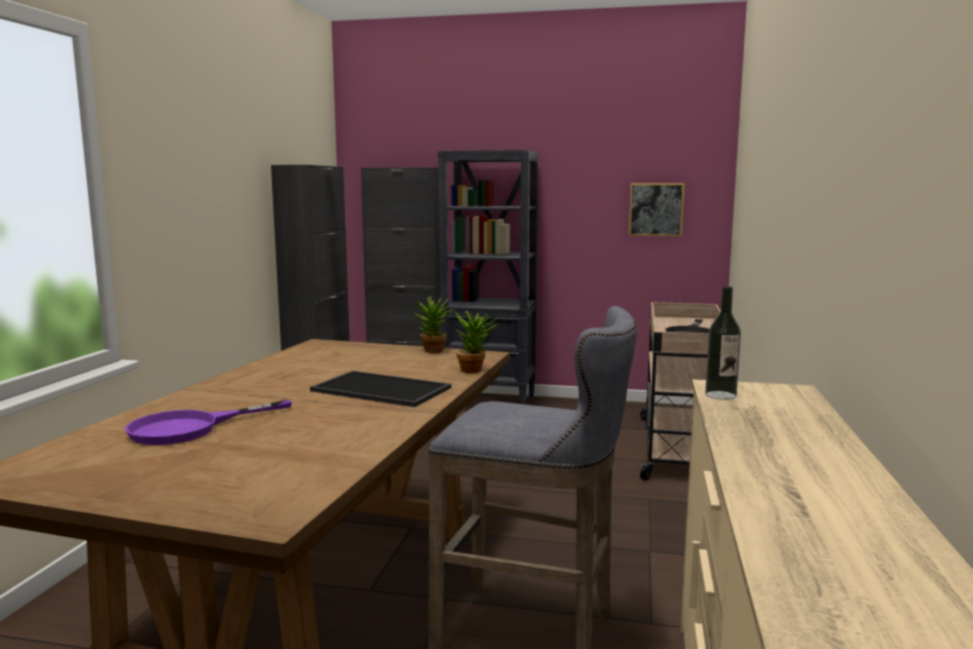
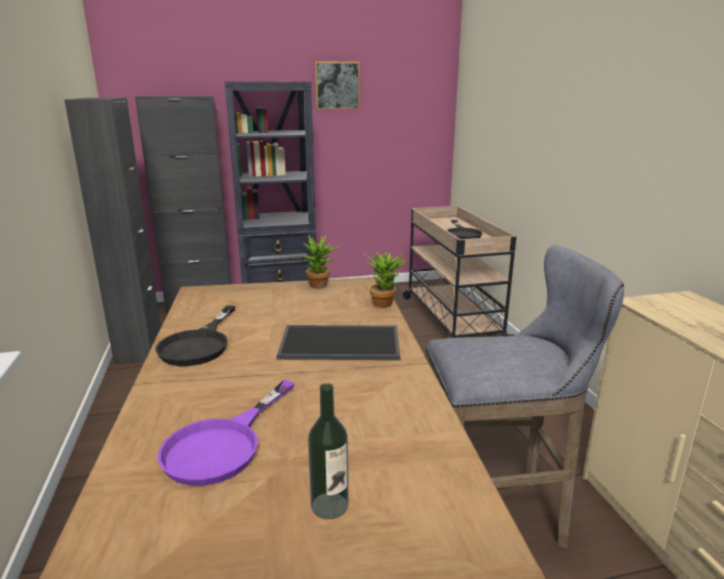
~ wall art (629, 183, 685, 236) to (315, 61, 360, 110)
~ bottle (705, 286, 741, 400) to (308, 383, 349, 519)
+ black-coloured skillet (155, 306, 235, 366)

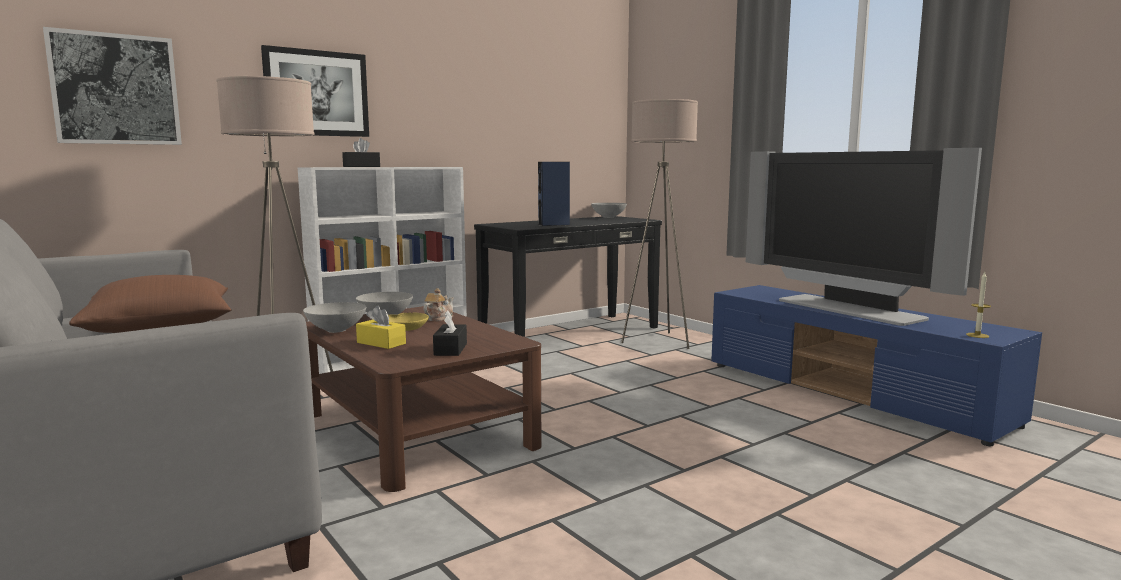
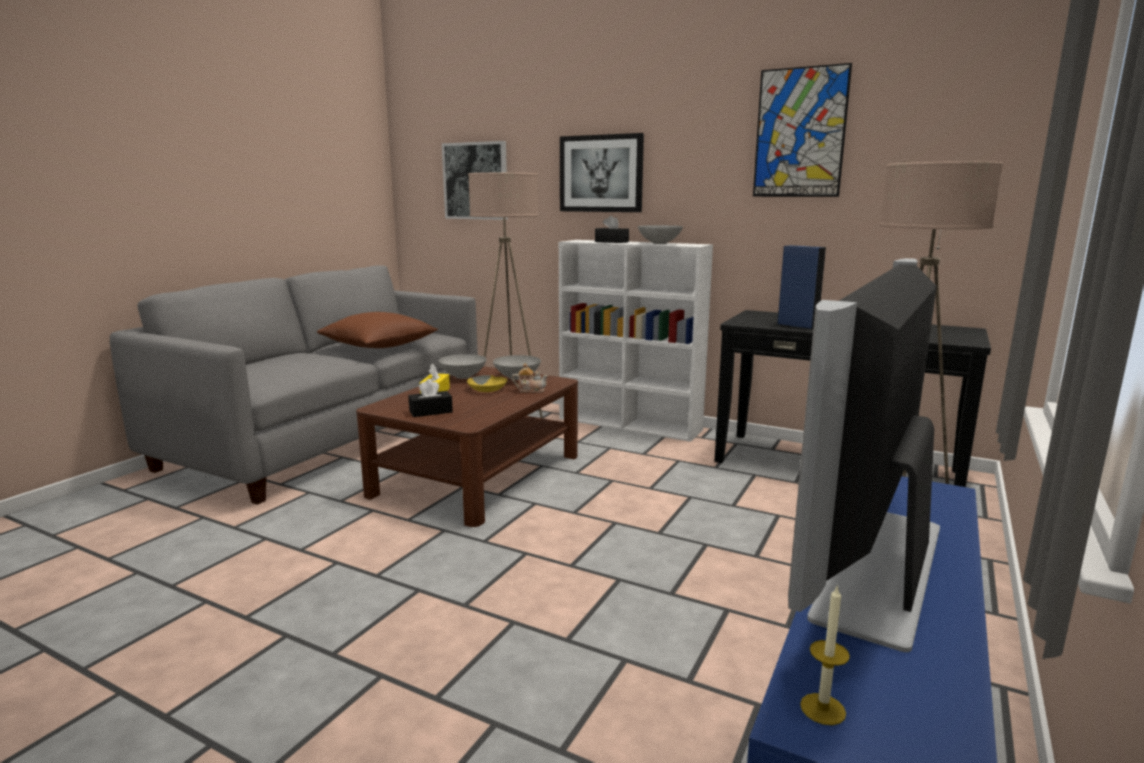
~ greyish deep dish (591, 203, 627, 218) to (638, 225, 683, 244)
+ wall art (753, 63, 852, 197)

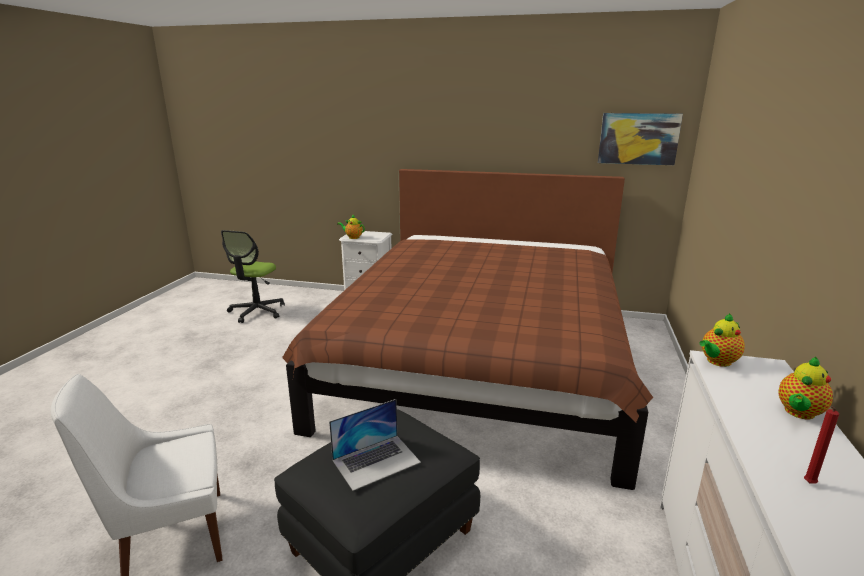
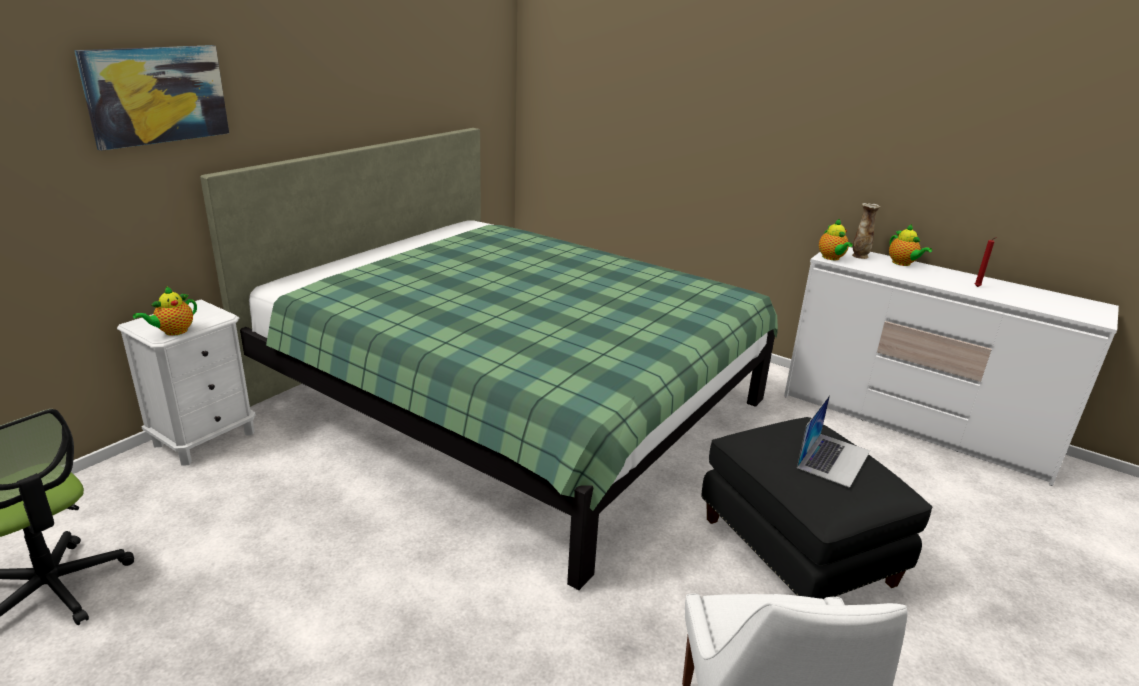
~ wall art (598, 113, 683, 165) to (74, 45, 229, 151)
~ brown bed (282, 169, 653, 490) to green-coloured bed (200, 128, 778, 590)
~ laptop (329, 399, 421, 491) = (797, 395, 870, 488) 45 degrees clockwise
+ flower vase (852, 203, 880, 259)

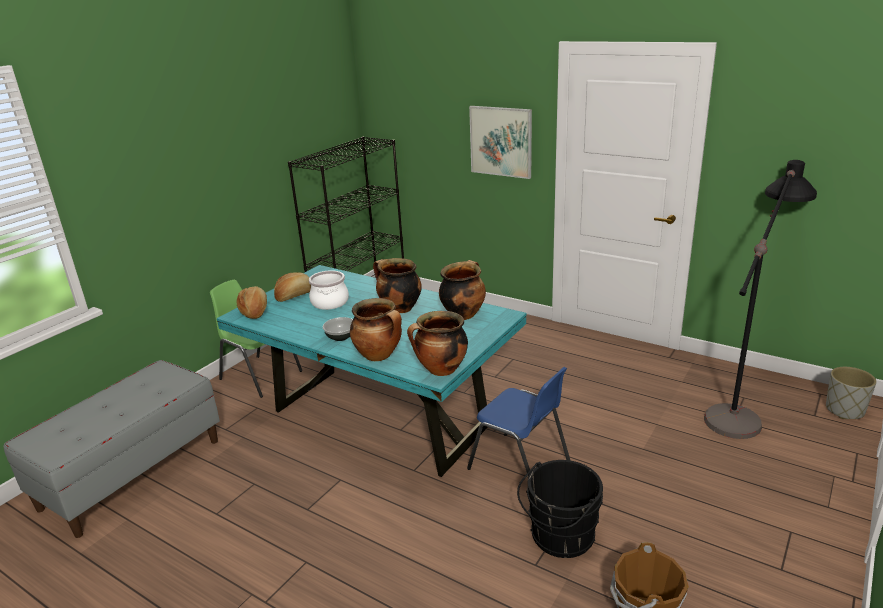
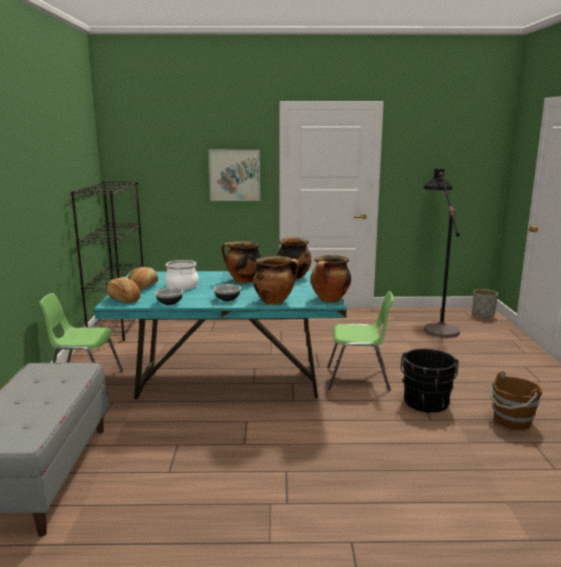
~ blue-coloured plain chair (467, 367, 570, 477) to green-coloured plain chair (327, 291, 394, 391)
+ deep dish (155, 288, 183, 305)

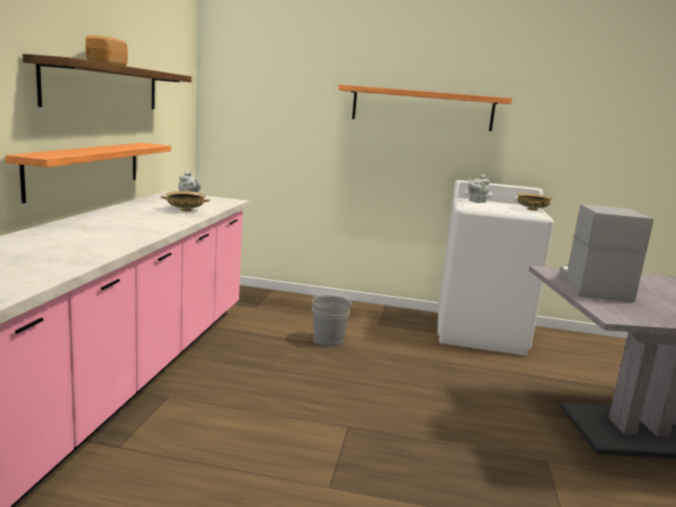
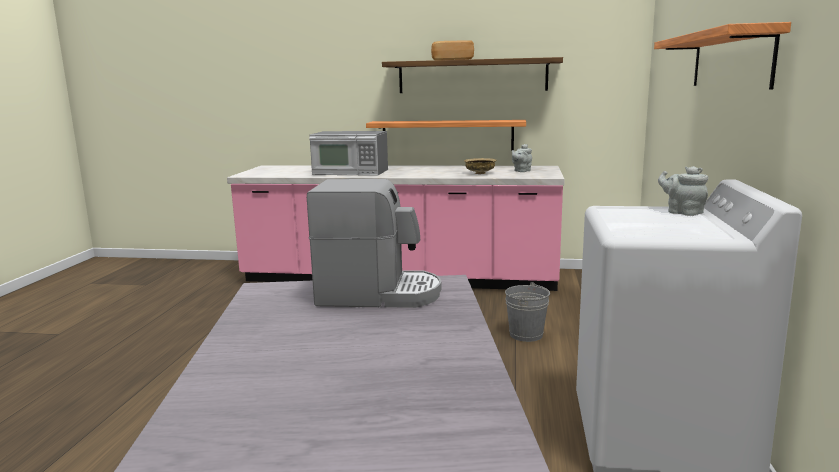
- sand-coloured deep dish (517, 193, 552, 211)
+ microwave oven (309, 131, 388, 176)

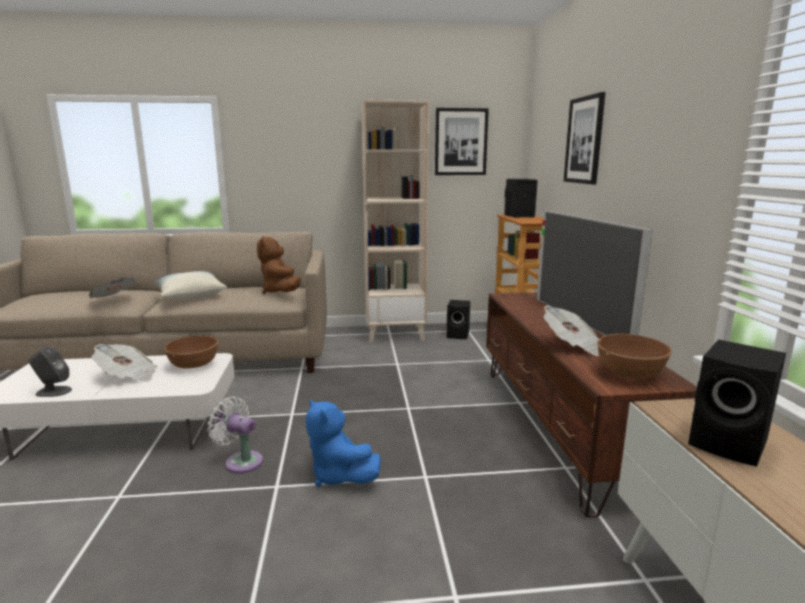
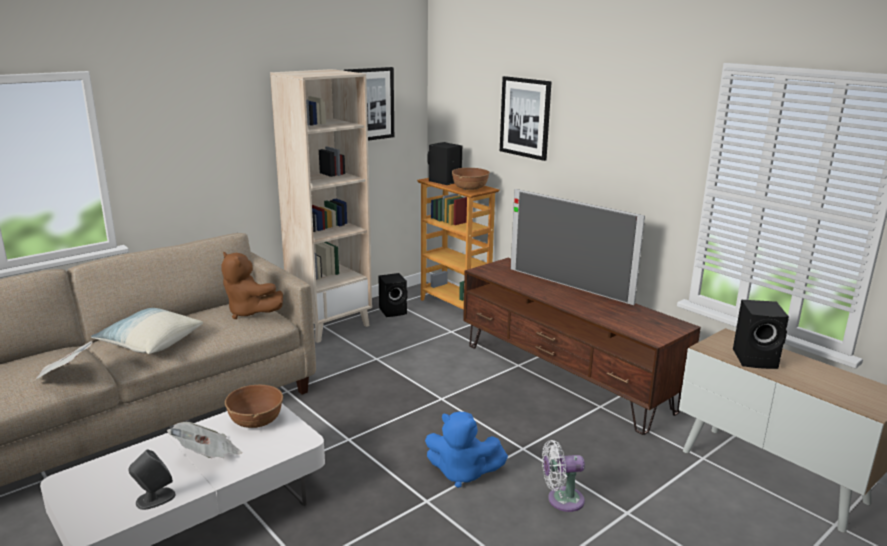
- printed paper (543, 306, 601, 356)
~ brown deep dish (597, 334, 672, 379) to (452, 168, 490, 190)
~ white-coloured cooling fan (207, 397, 263, 474) to (542, 440, 585, 512)

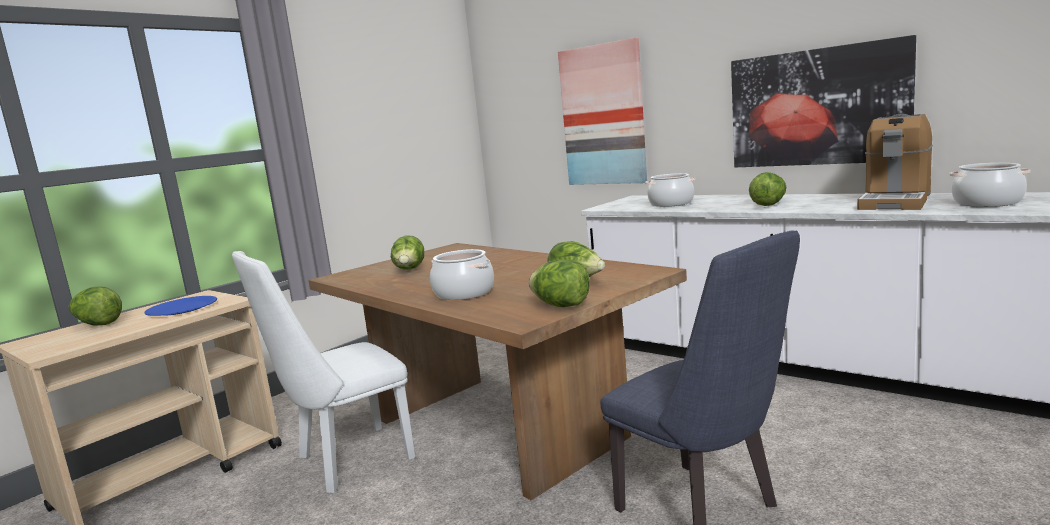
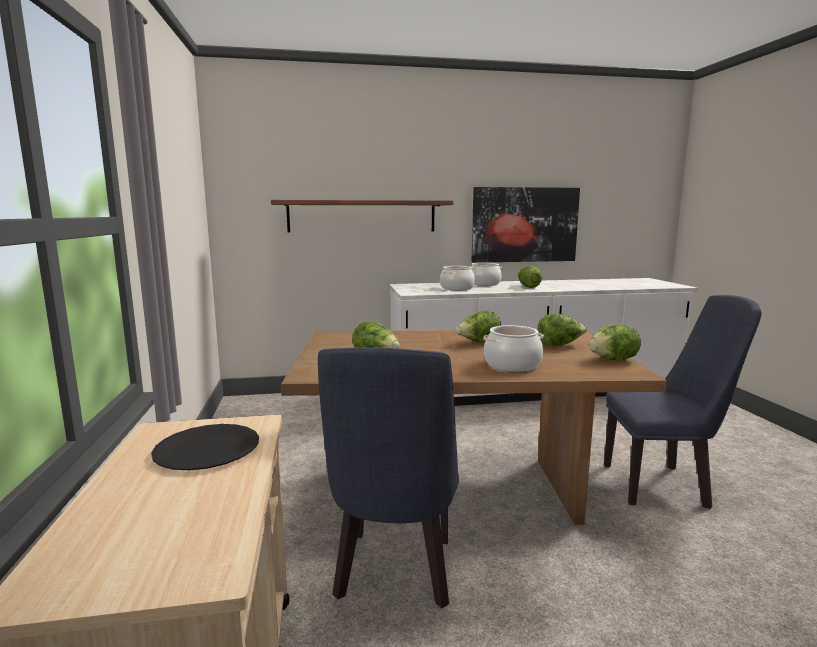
~ wall art (558, 37, 647, 185) to shelf (271, 200, 453, 232)
- coffee maker (857, 114, 933, 210)
~ saucepot (949, 163, 1031, 207) to (471, 263, 502, 286)
~ white-coloured plain chair (232, 251, 415, 493) to blue-coloured plain chair (318, 347, 459, 608)
~ lettuce (69, 287, 122, 326) to (456, 311, 501, 343)
~ blue-coloured plate (144, 296, 217, 316) to black-coloured plate (151, 424, 259, 470)

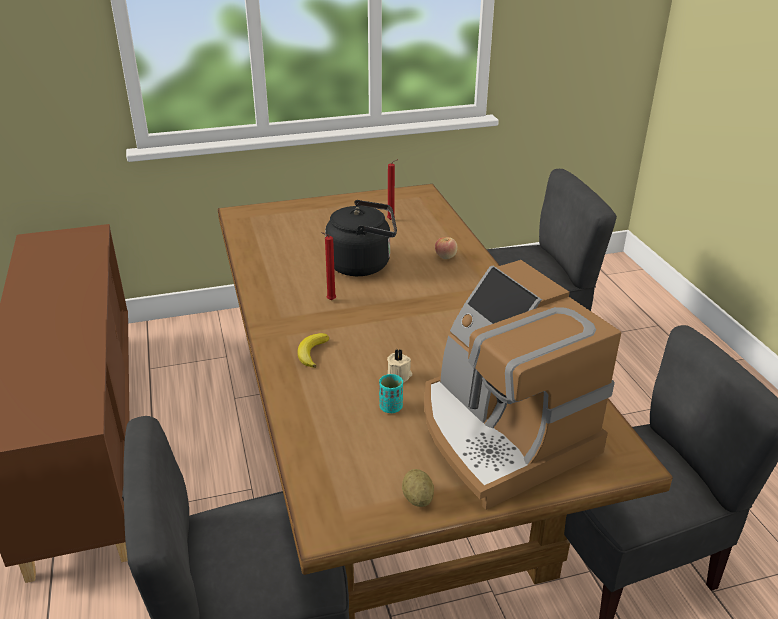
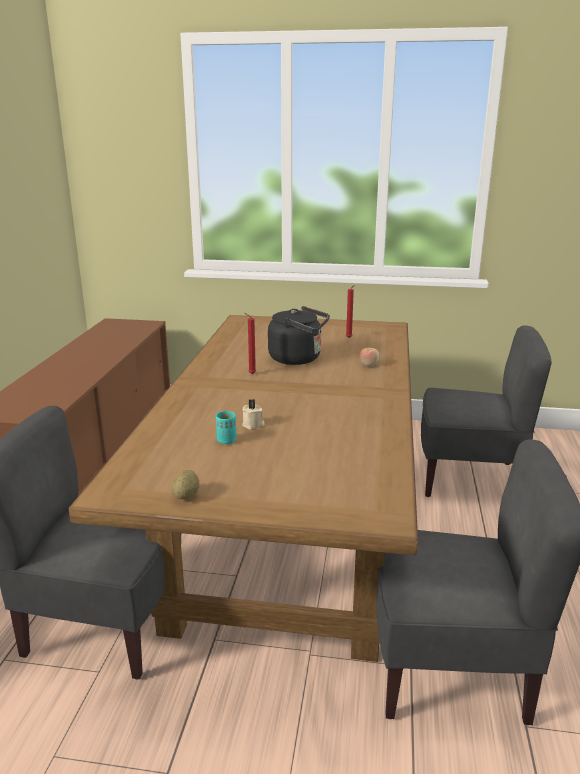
- coffee maker (424, 260, 621, 510)
- whole banana (297, 333, 329, 368)

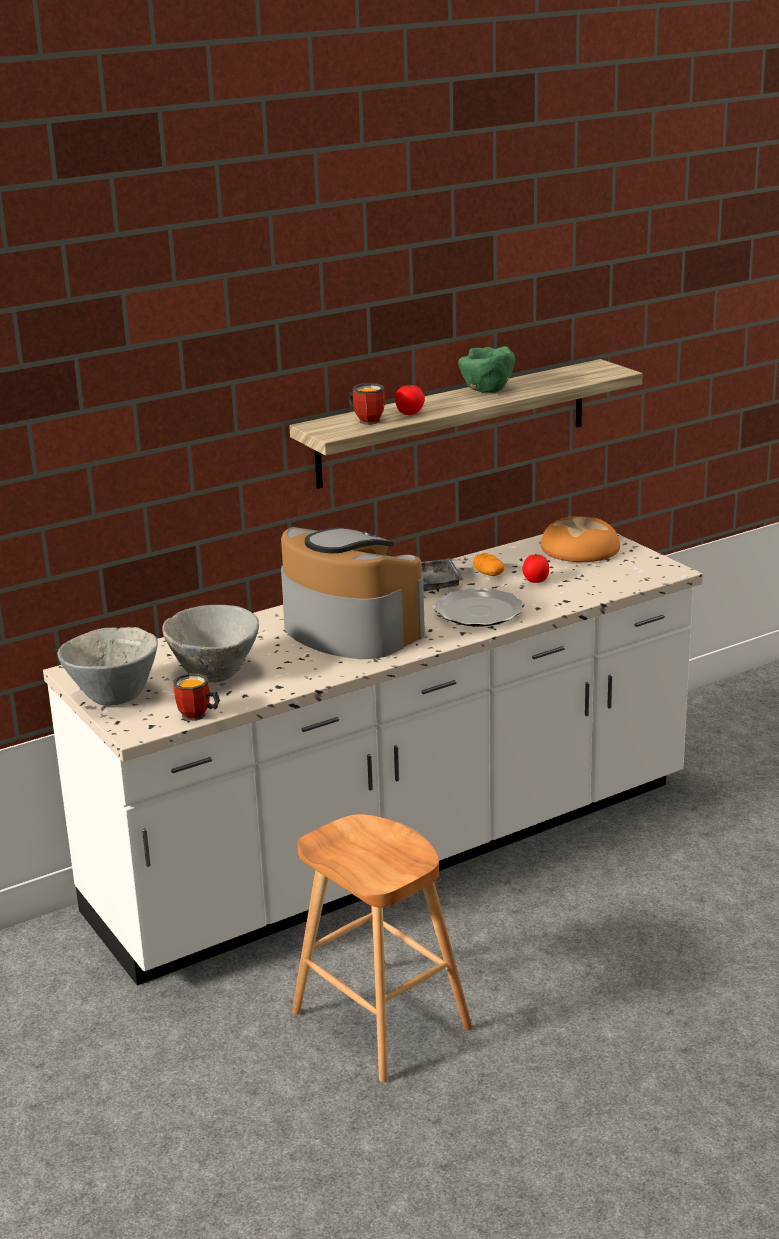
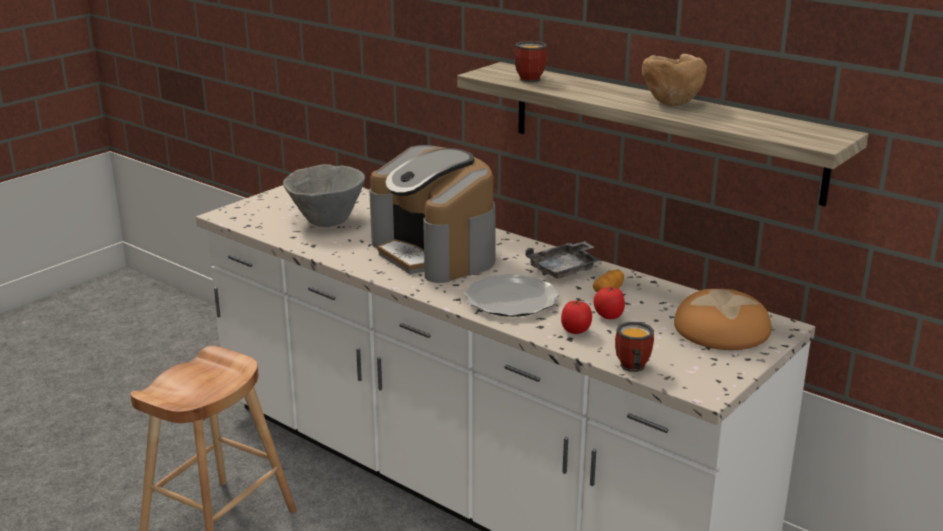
~ green-coloured deep dish (458, 346, 515, 393) to brown deep dish (642, 54, 707, 106)
~ tomato (395, 385, 425, 415) to (561, 301, 592, 334)
~ coffee maker (281, 527, 425, 659) = (369, 145, 495, 283) 120 degrees clockwise
- greyish deep dish (57, 627, 158, 706)
~ mug (173, 673, 220, 721) to (615, 322, 654, 372)

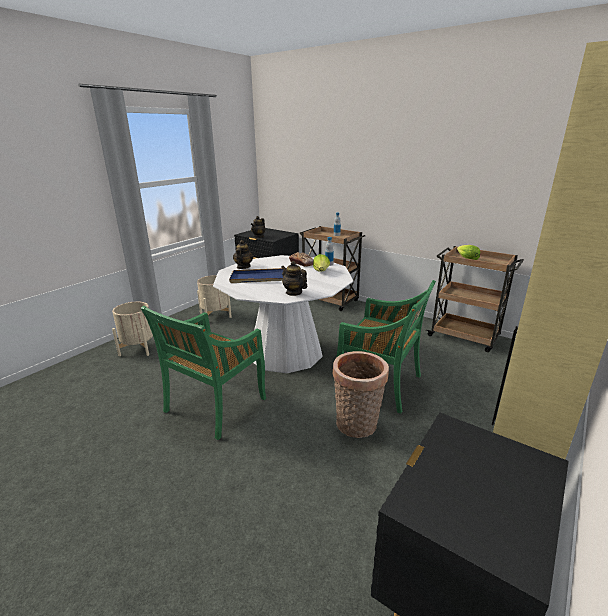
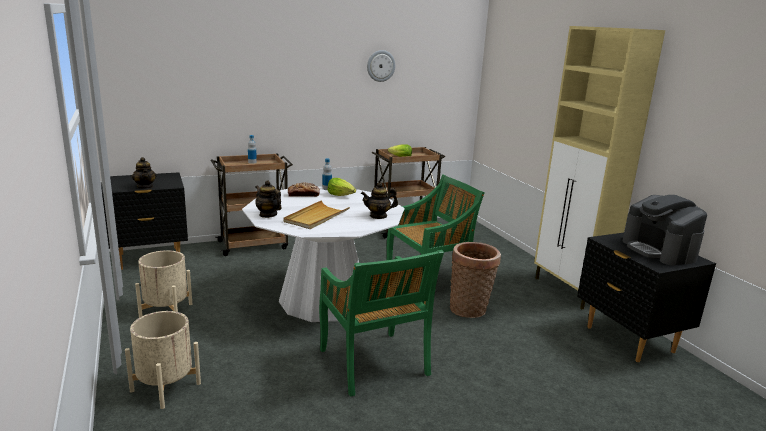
~ blue-coloured tray (229, 268, 283, 283) to sand-coloured tray (283, 200, 350, 229)
+ wall clock (367, 50, 395, 82)
+ coffee maker (623, 195, 707, 266)

